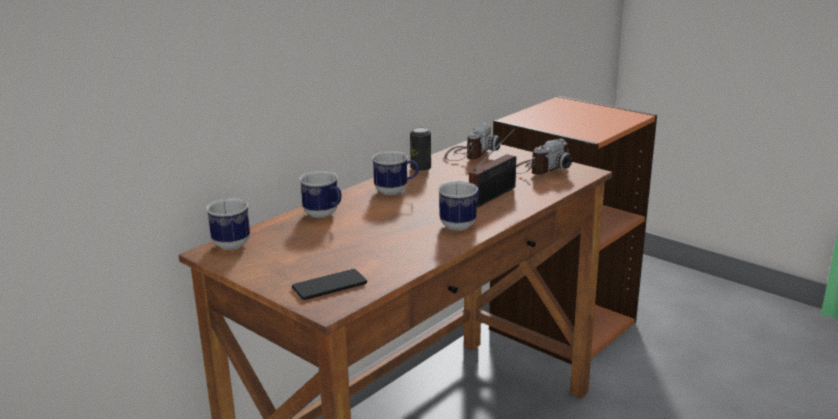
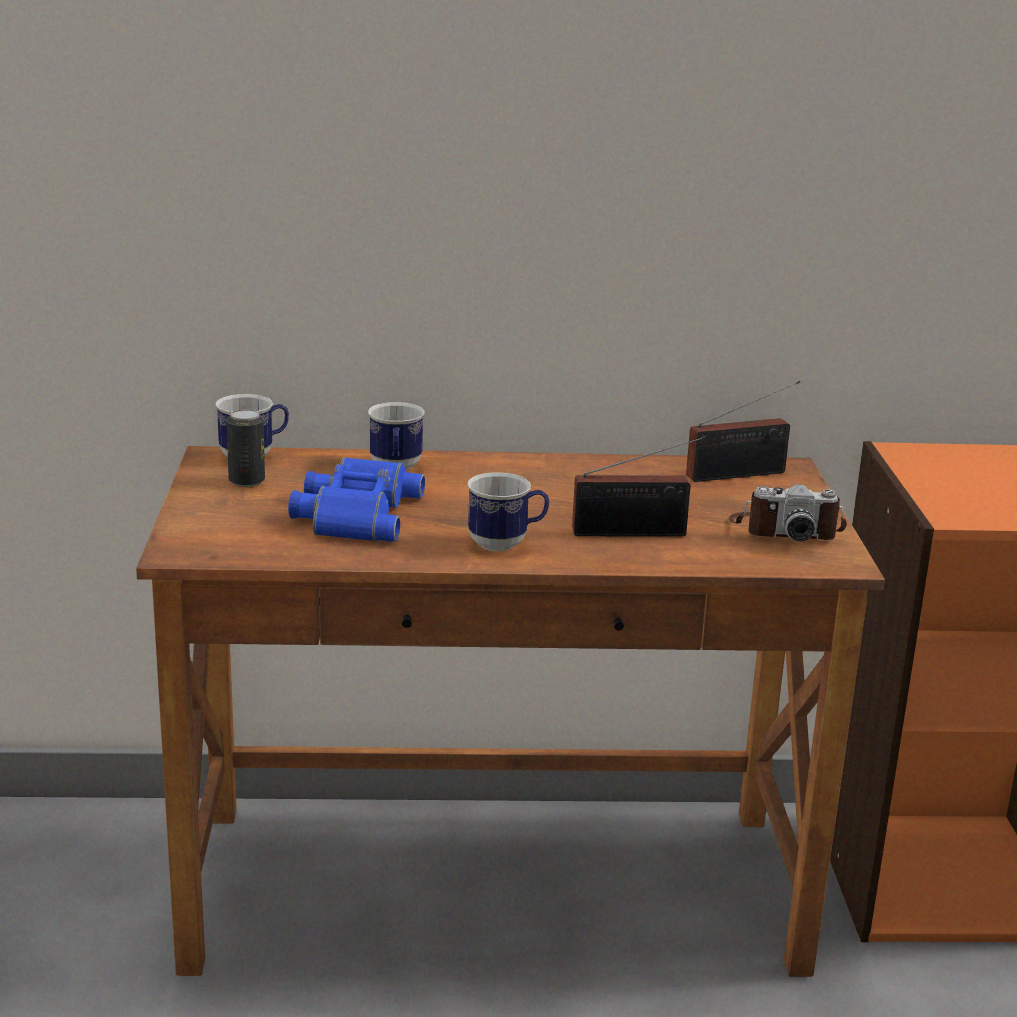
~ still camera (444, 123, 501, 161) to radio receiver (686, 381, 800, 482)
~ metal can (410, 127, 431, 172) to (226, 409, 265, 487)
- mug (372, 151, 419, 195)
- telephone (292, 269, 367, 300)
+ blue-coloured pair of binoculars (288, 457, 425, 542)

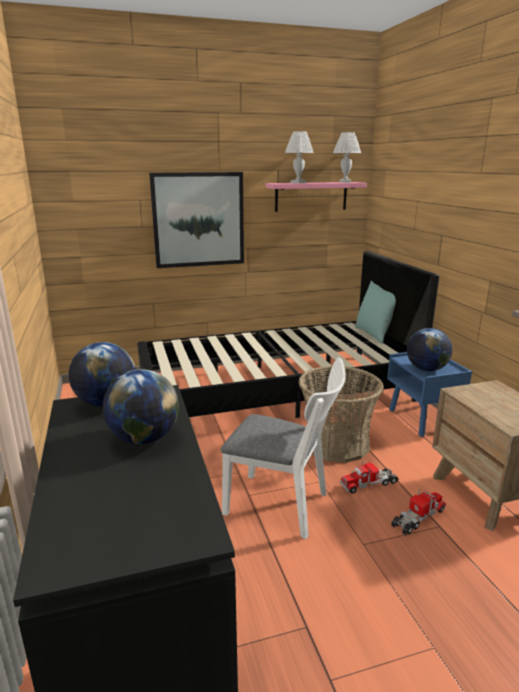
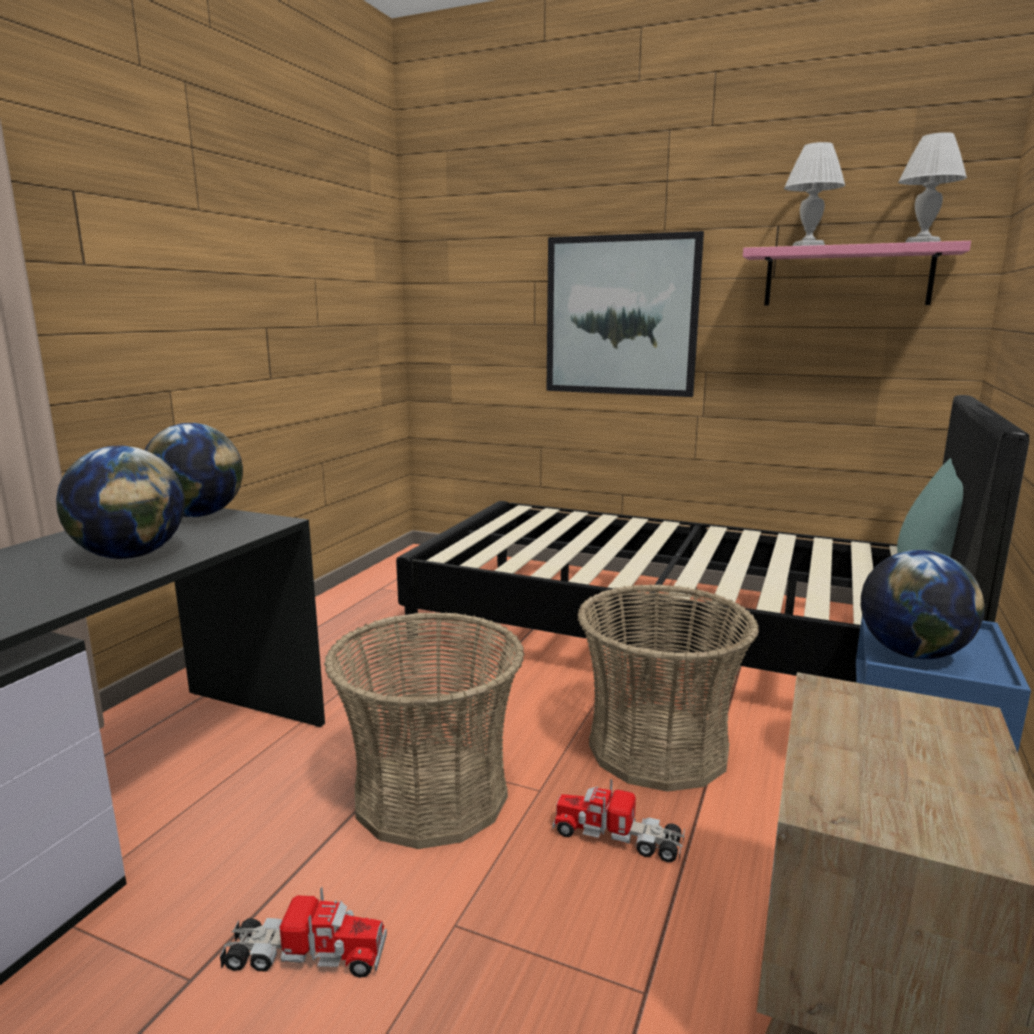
~ white-coloured plain chair (221, 358, 346, 539) to storage basket (324, 612, 525, 849)
~ model truck (391, 489, 446, 535) to (219, 887, 387, 978)

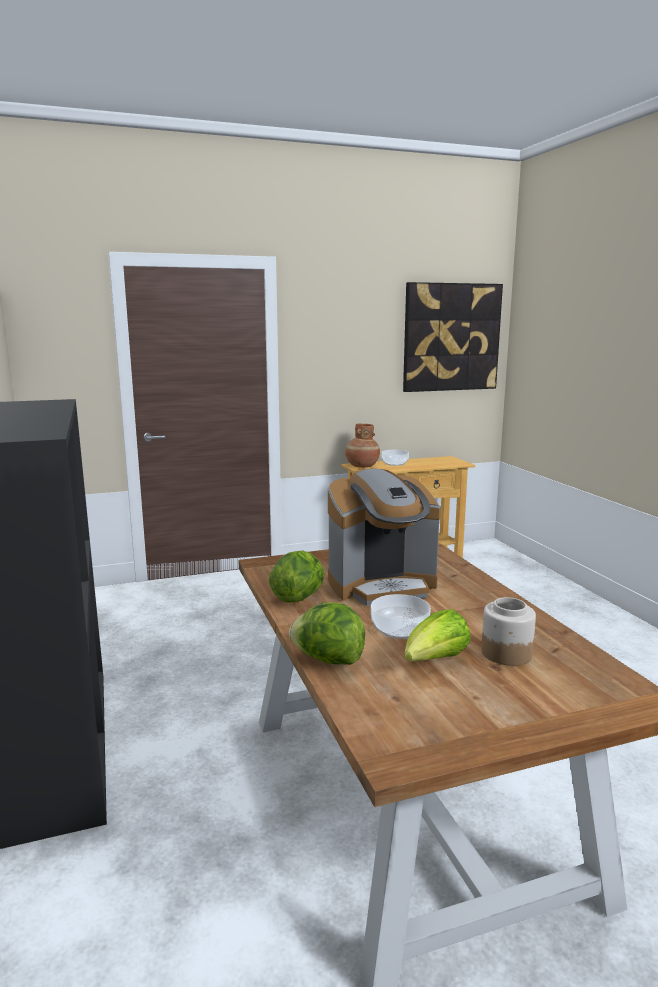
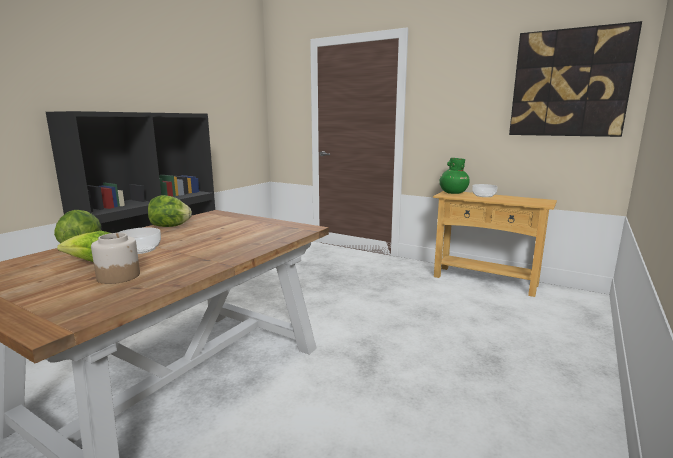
~ brown flower vase (345, 424, 380, 468) to green-coloured flower vase (439, 158, 470, 194)
- coffee maker (328, 469, 441, 606)

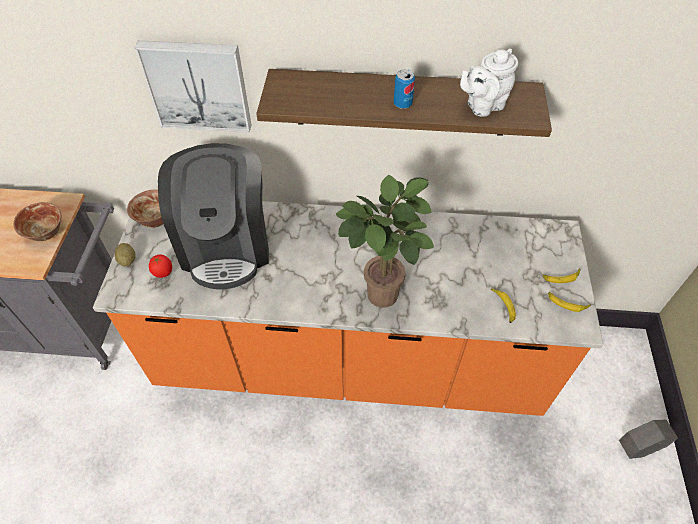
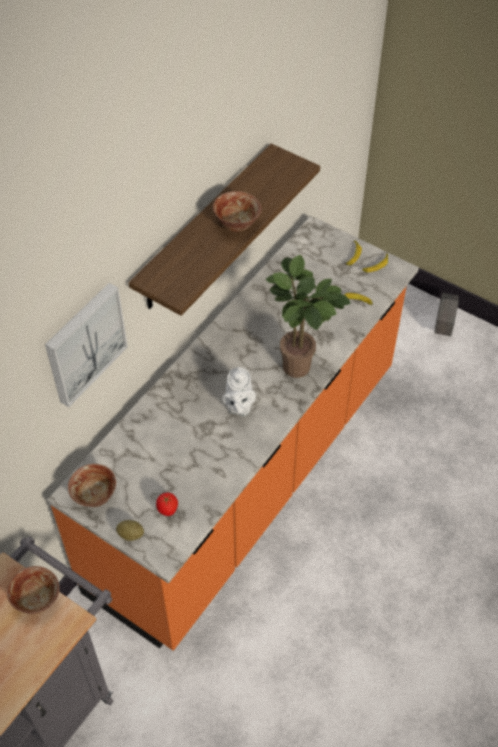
~ white-coloured tea pot (460, 49, 518, 117) to (222, 367, 256, 416)
~ metal can (394, 69, 415, 109) to deep dish (213, 191, 262, 232)
- coffee maker (158, 143, 269, 290)

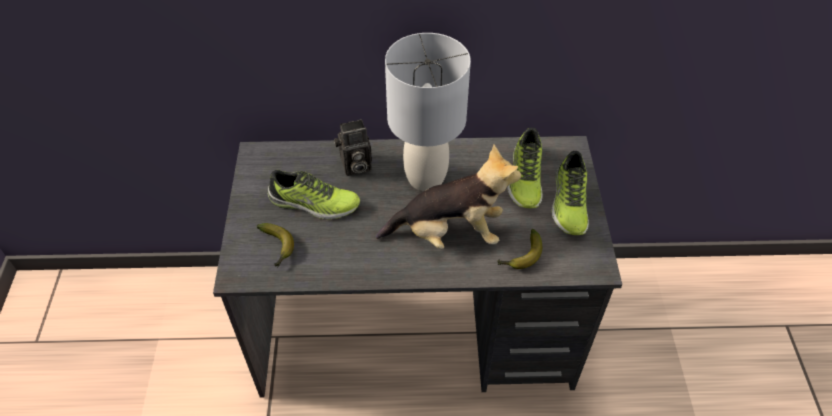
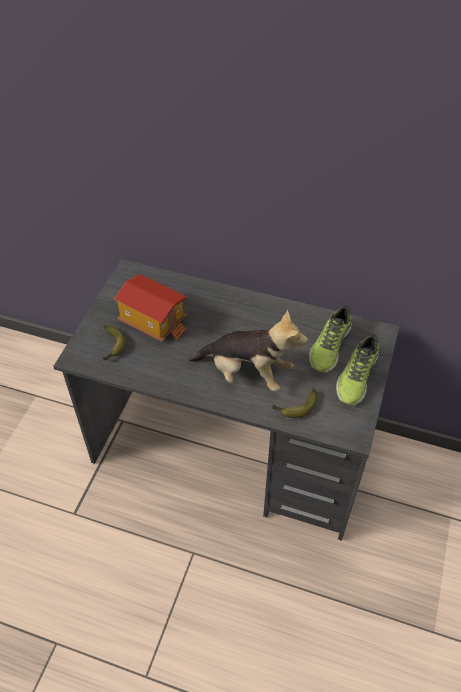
- greyish tabletop lamp (385, 33, 471, 191)
- still camera (334, 119, 372, 176)
~ item of footwear (268, 170, 360, 220) to toy house (114, 274, 187, 342)

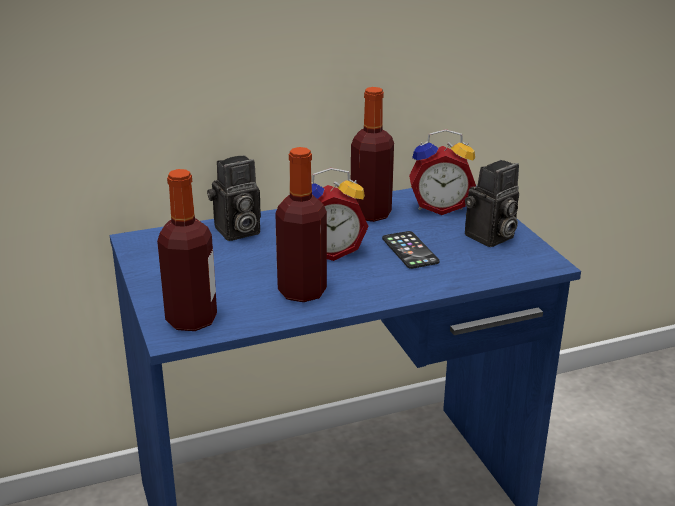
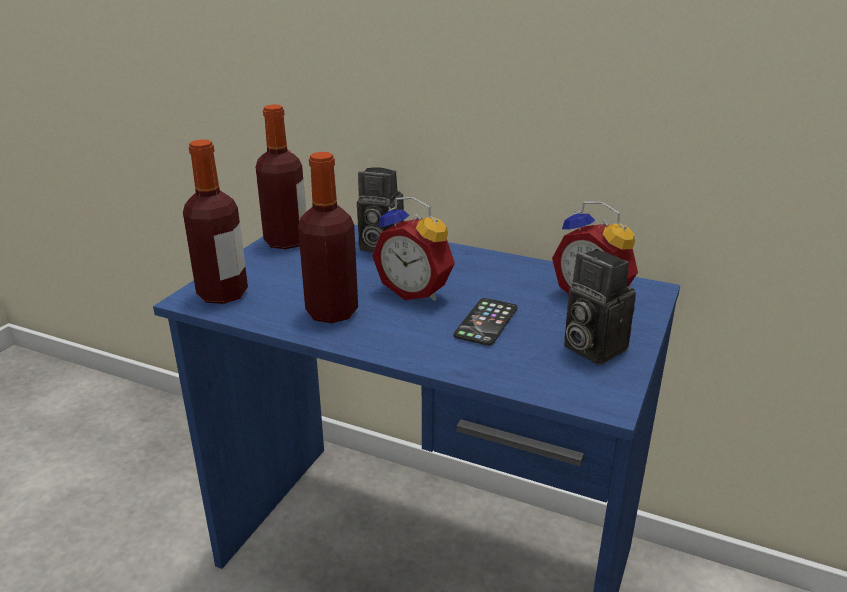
~ bottle (351, 87, 394, 222) to (256, 104, 306, 249)
~ still camera (465, 160, 519, 247) = (564, 249, 636, 365) 45 degrees clockwise

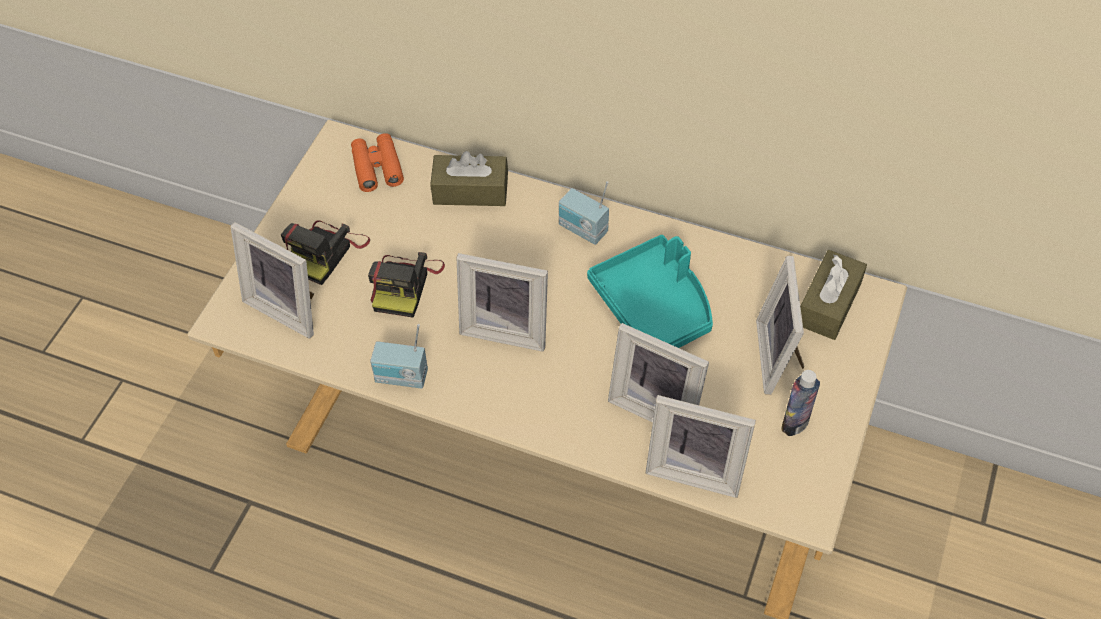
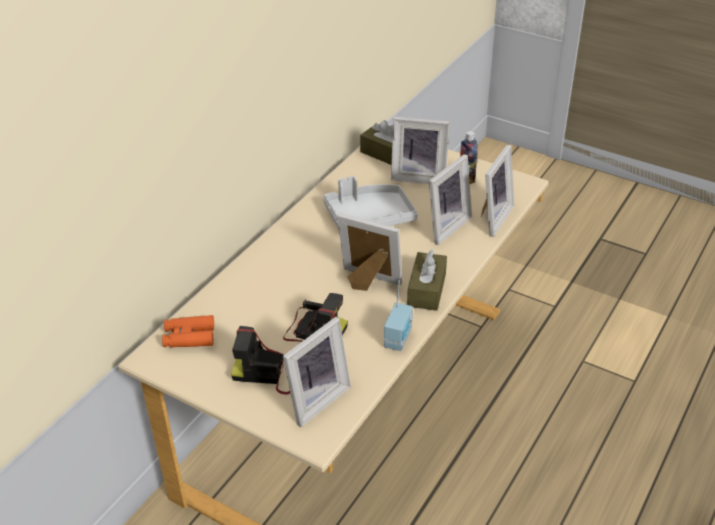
~ brown tissue holder (430, 151, 508, 206) to (407, 249, 447, 311)
- radio receiver (559, 181, 609, 245)
~ still camera (281, 220, 370, 285) = (231, 326, 290, 395) 150 degrees clockwise
~ turquoise tray (587, 235, 713, 348) to greyish tray (323, 176, 418, 229)
~ standing frame (456, 253, 548, 352) = (337, 213, 402, 291) 90 degrees counterclockwise

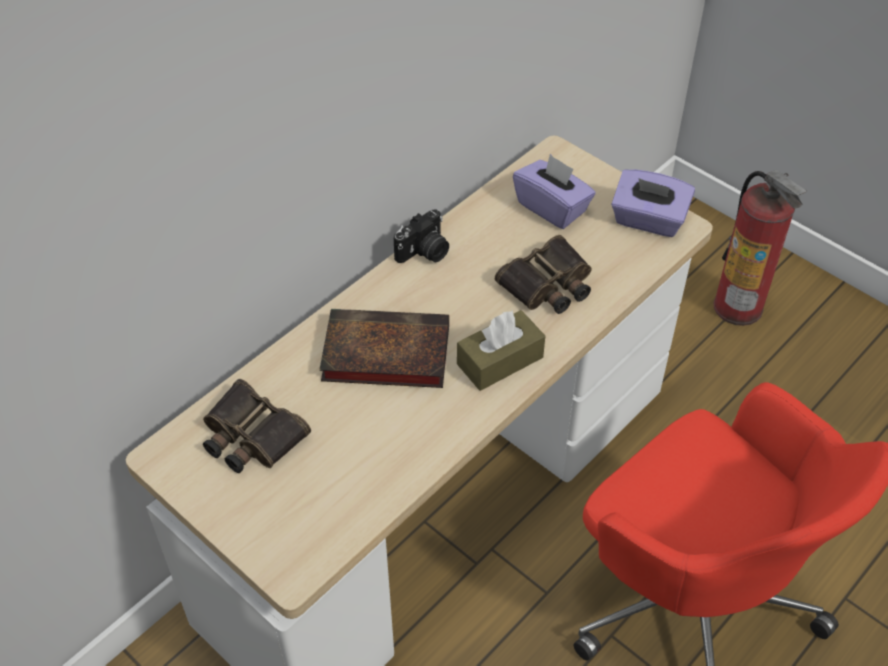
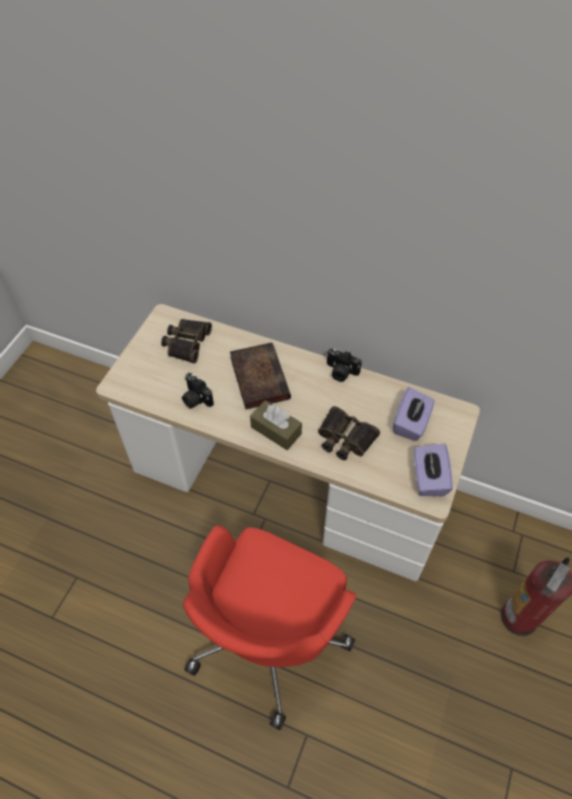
+ still camera (182, 373, 214, 409)

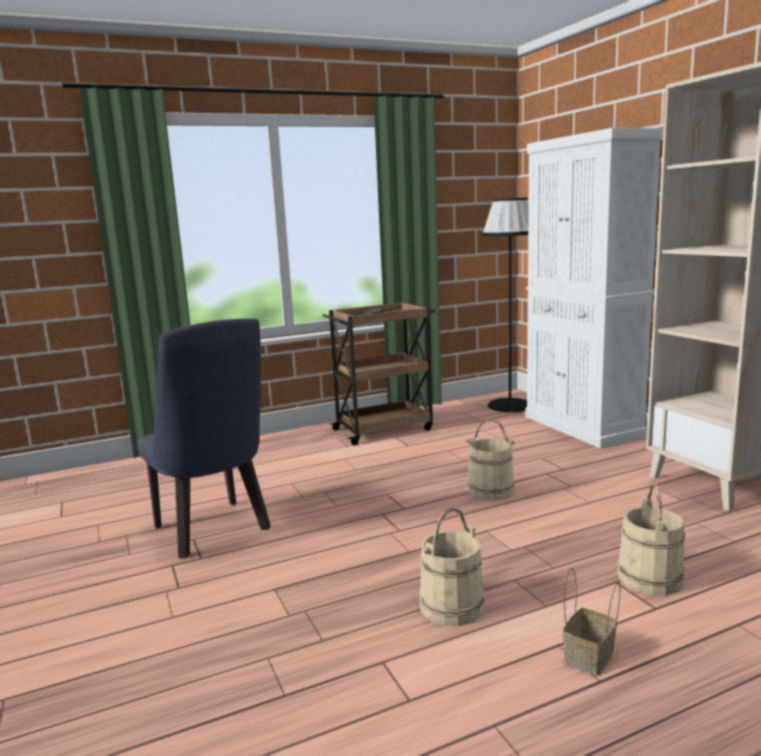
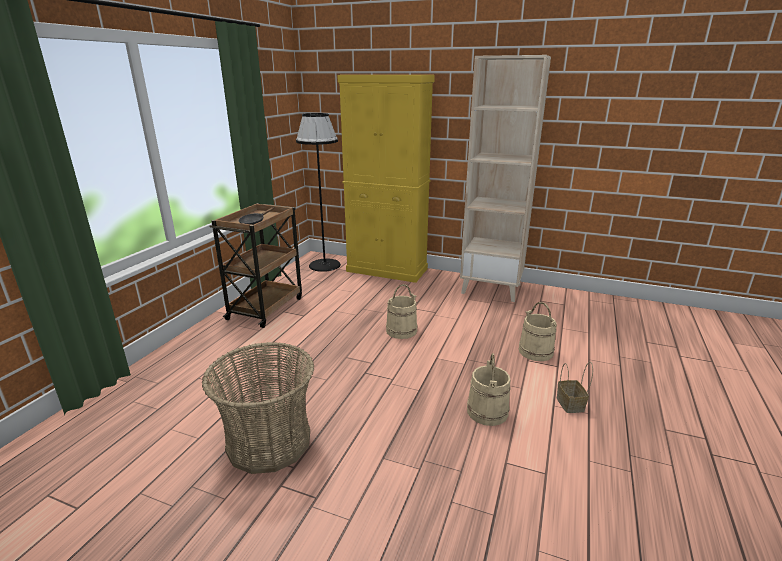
~ white-coloured cupboard (525, 128, 663, 449) to yellow cupboard (337, 75, 435, 283)
~ blue-coloured plain chair (137, 319, 271, 558) to storage basket (202, 342, 314, 474)

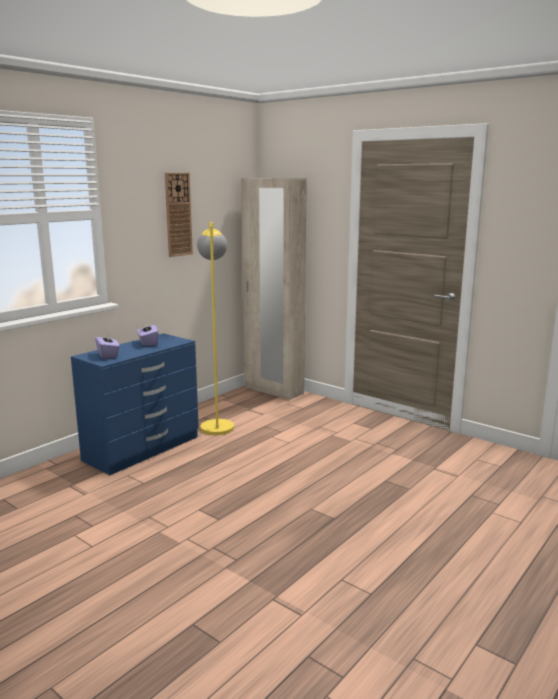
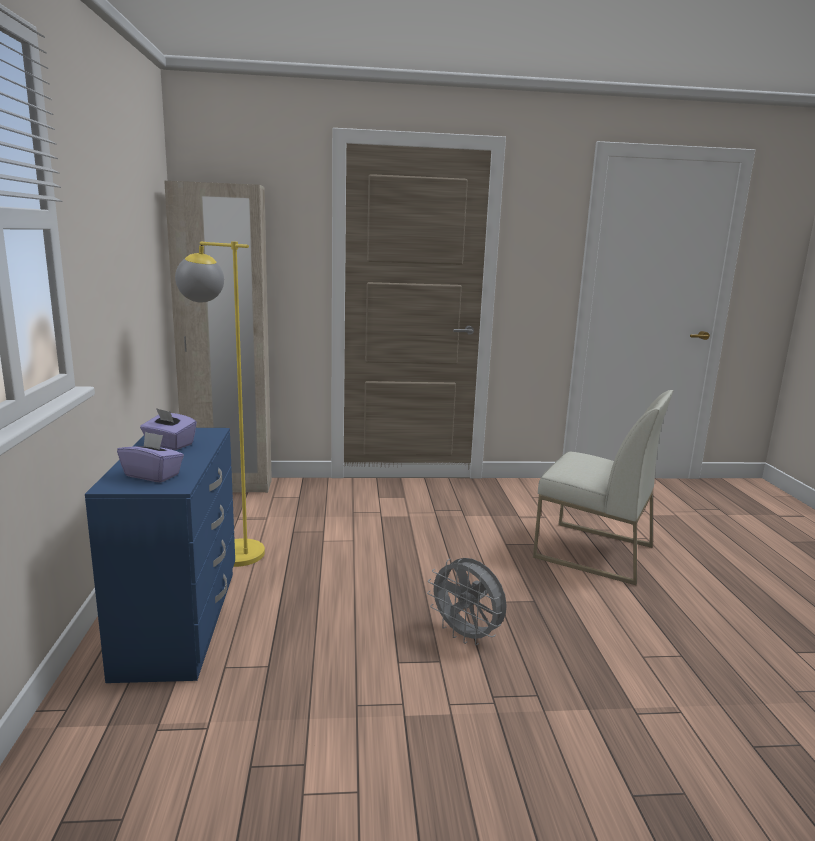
- wall clock (165, 173, 193, 257)
+ white-coloured plain chair (533, 390, 674, 585)
+ greyish cooling fan (427, 558, 507, 645)

